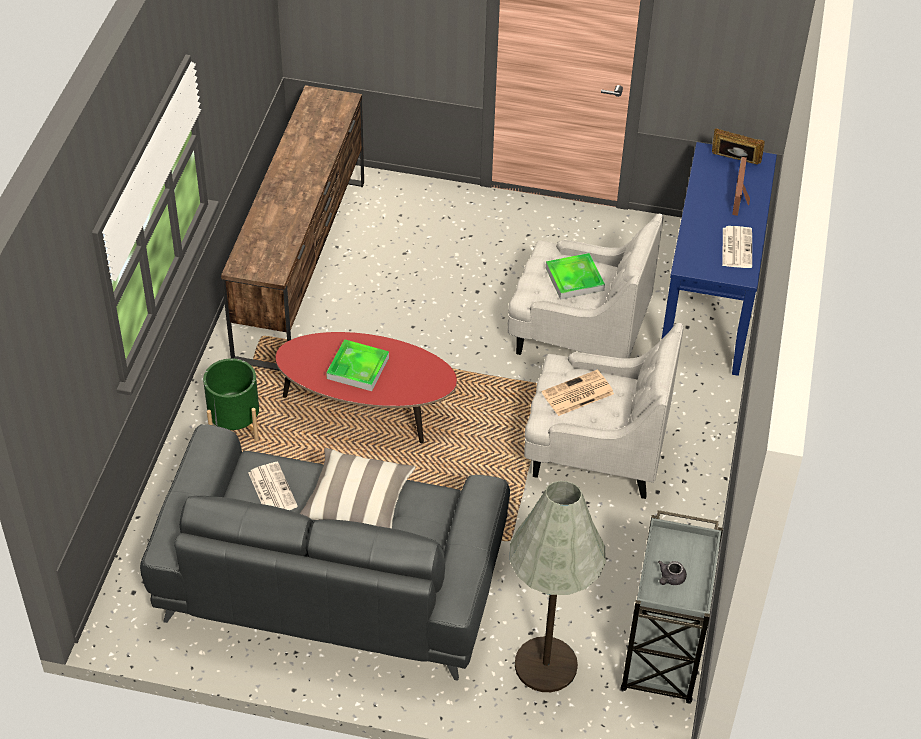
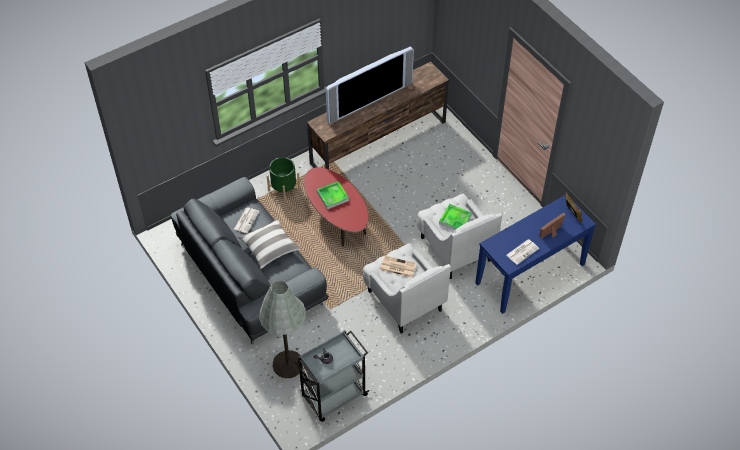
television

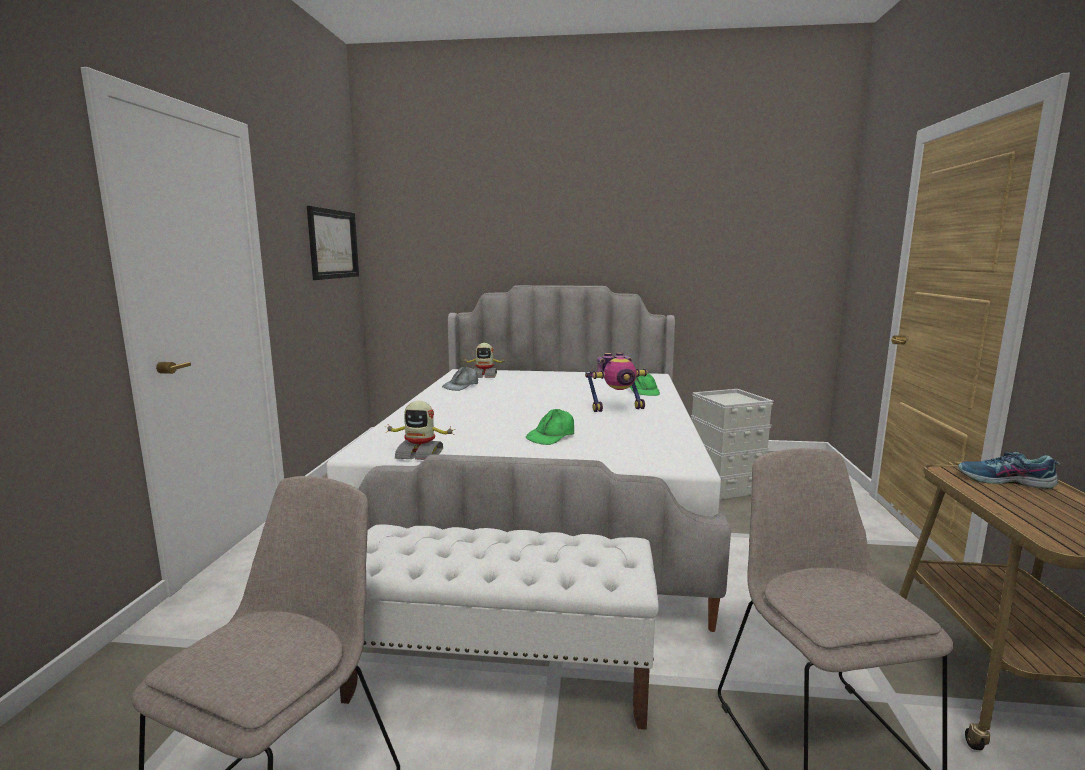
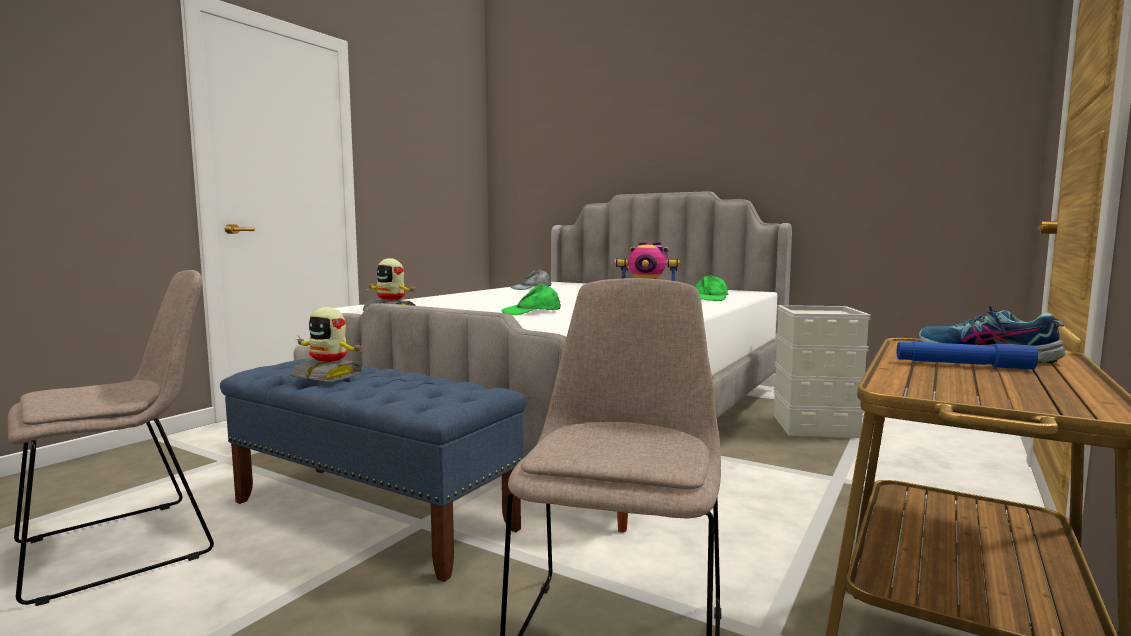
picture
toy robot (1st from left)
blue bench
blue flashlight

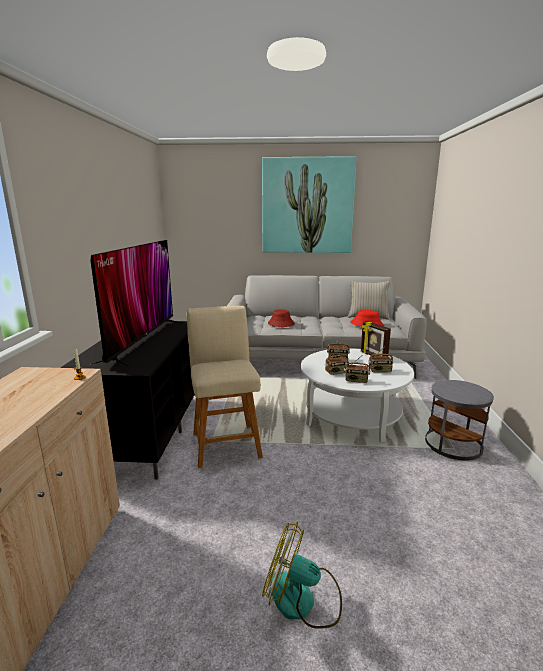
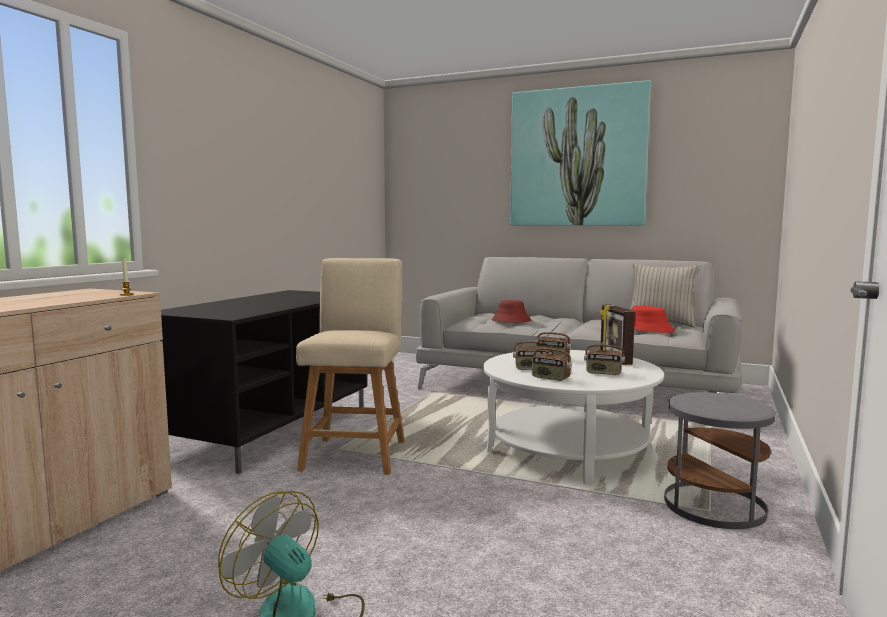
television

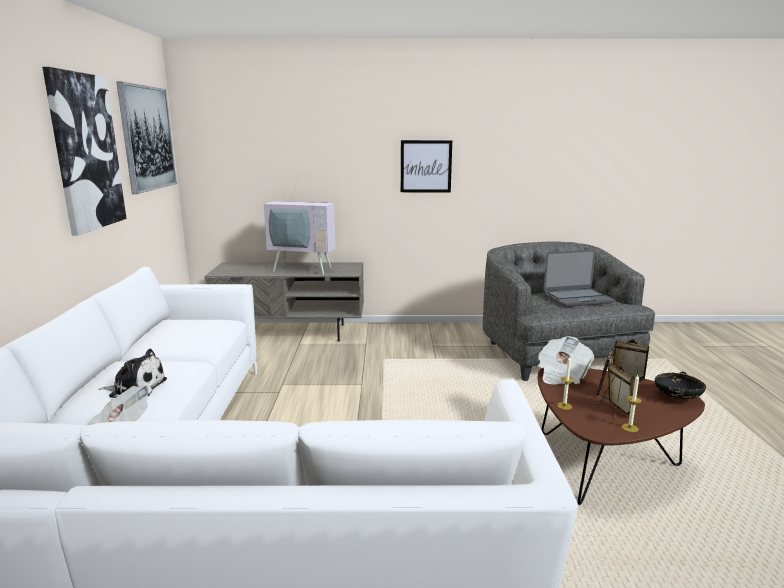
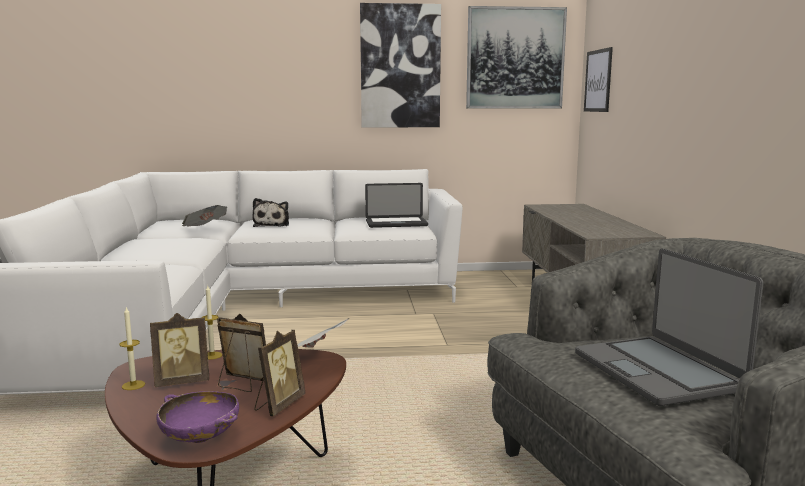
picture (3rd from left)
television
purple bowl
laptop (1st from left)

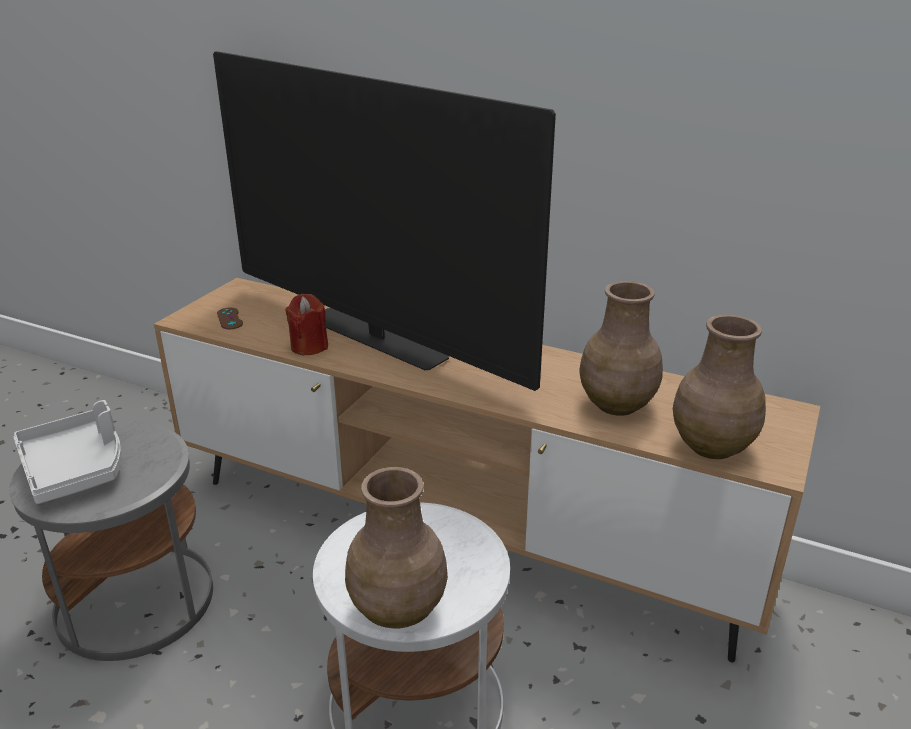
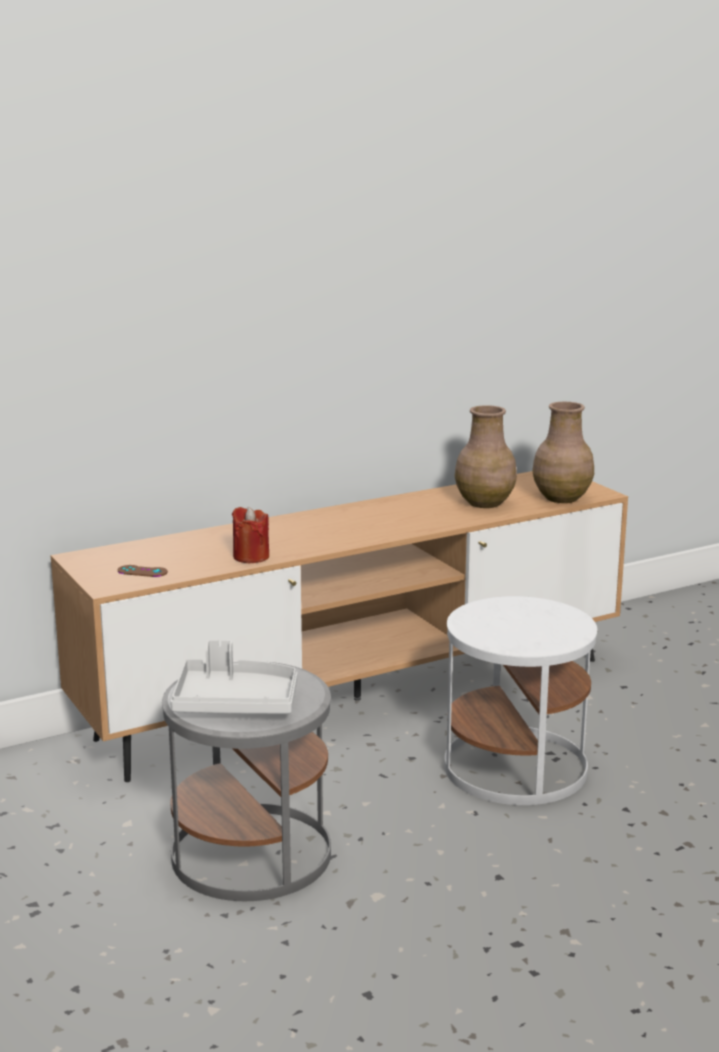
television
brown vase (1st from left in the first image)

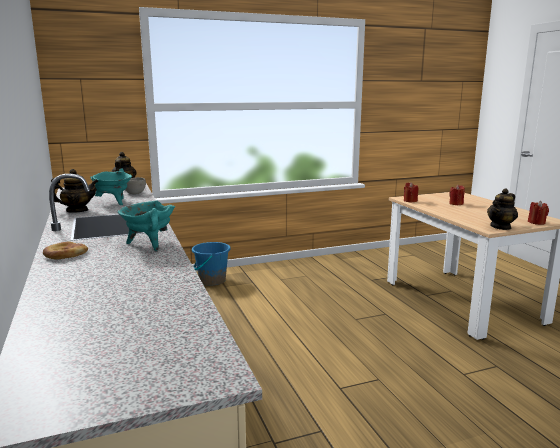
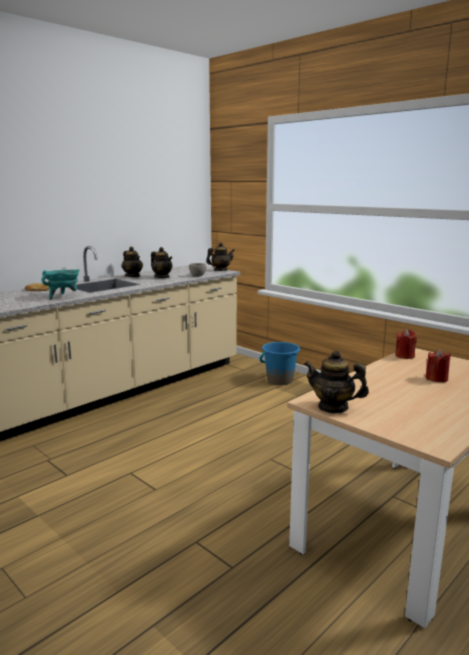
teapot (2nd from left)
red candle (3rd from left in the first image)

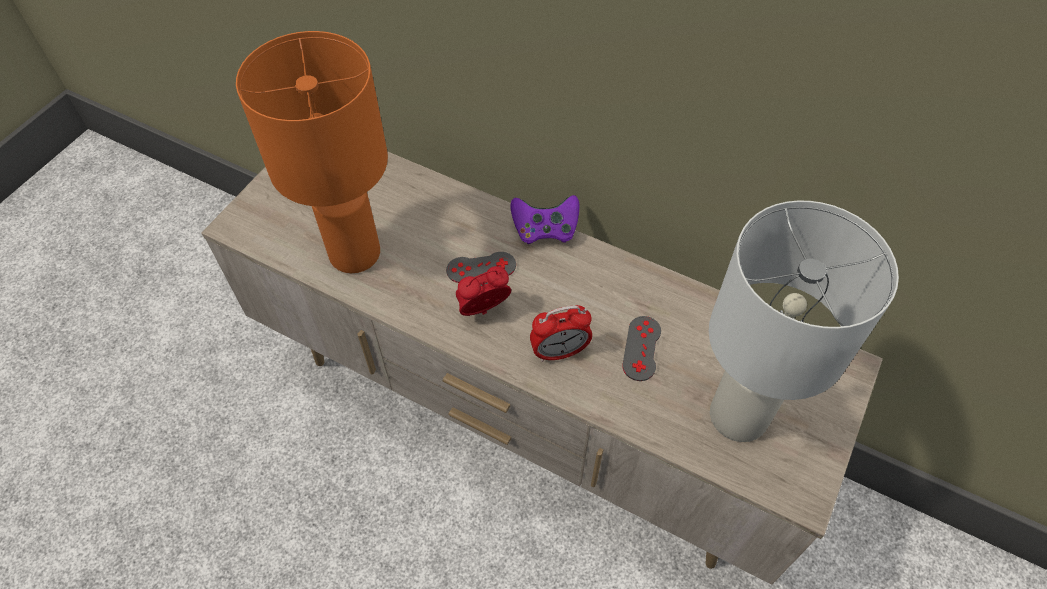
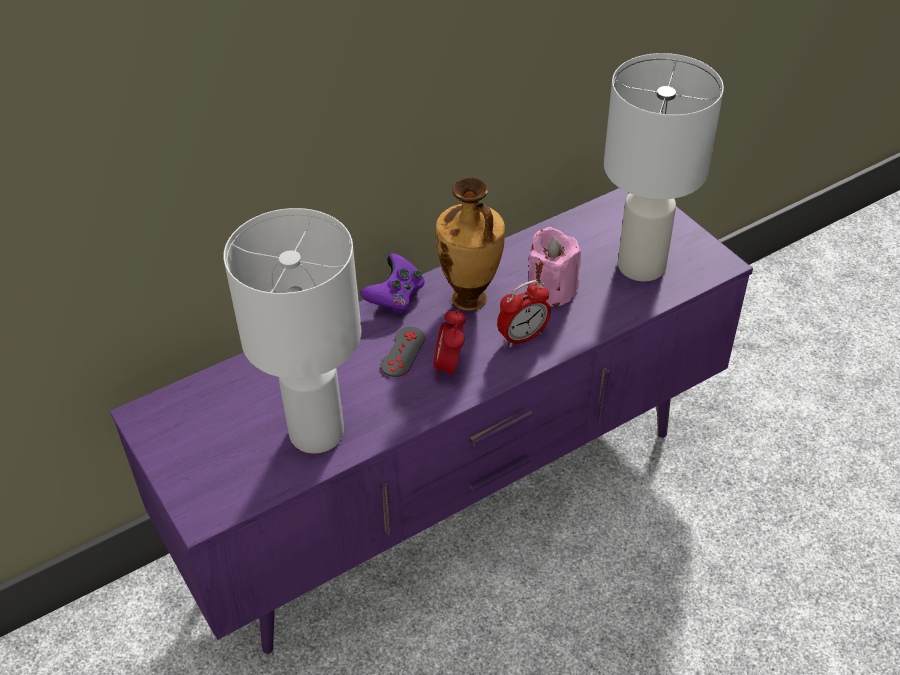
white table lamp (1st from left)
purple tv stand
alarm clock (2nd from left)
pink candle
vase

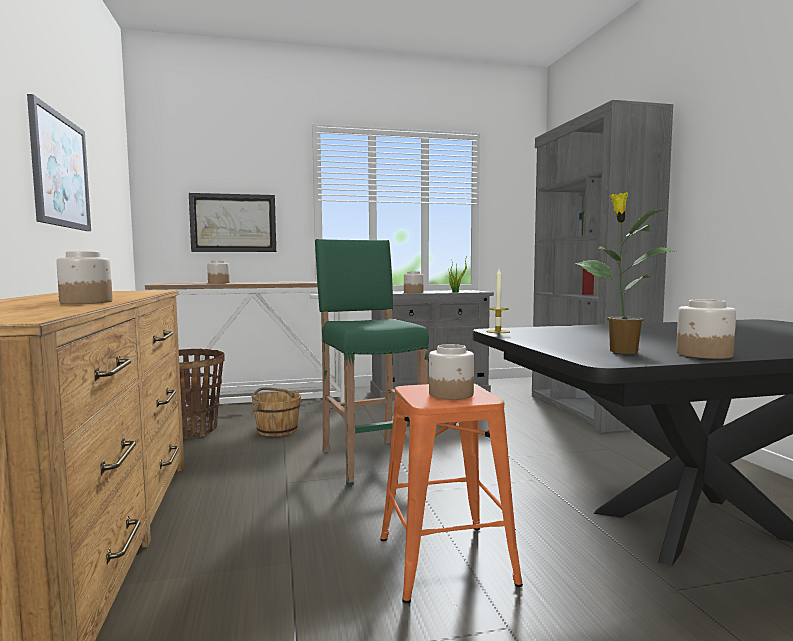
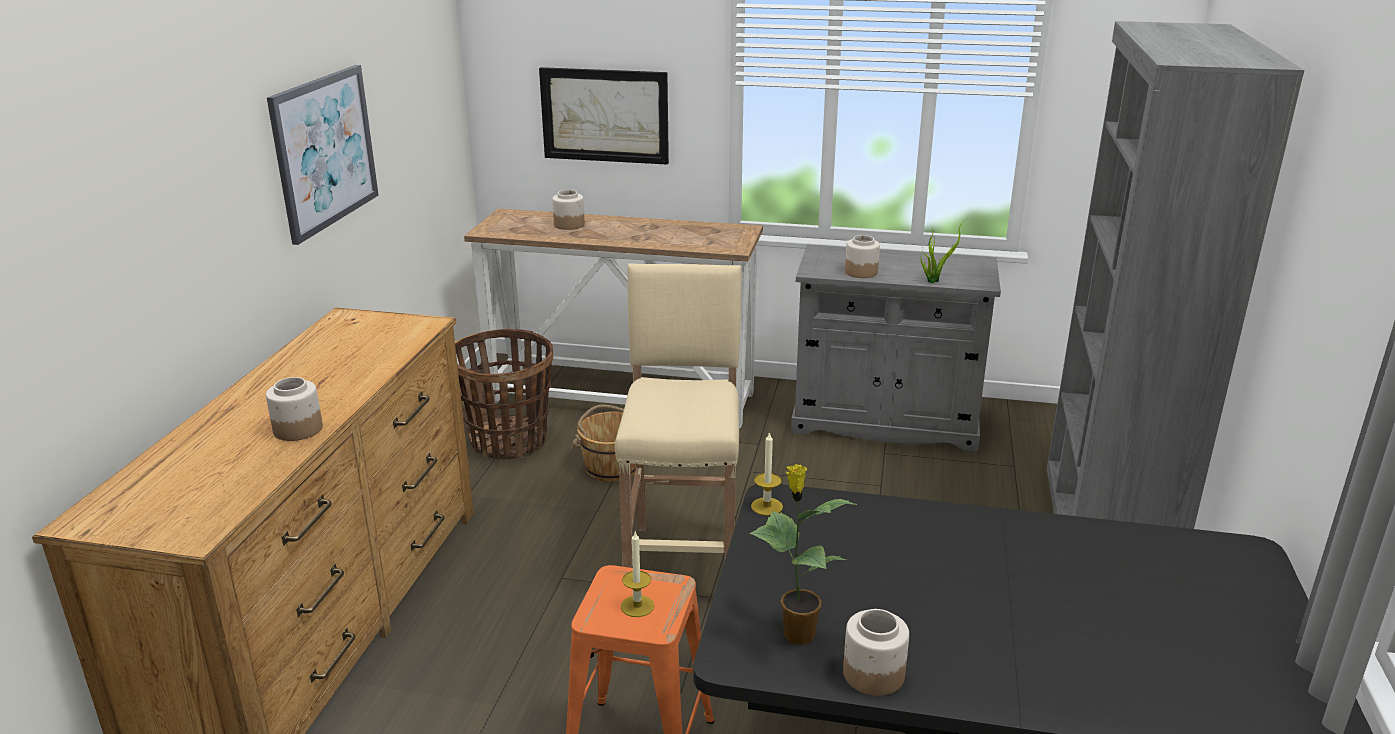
beige stool
candle (1st from left)

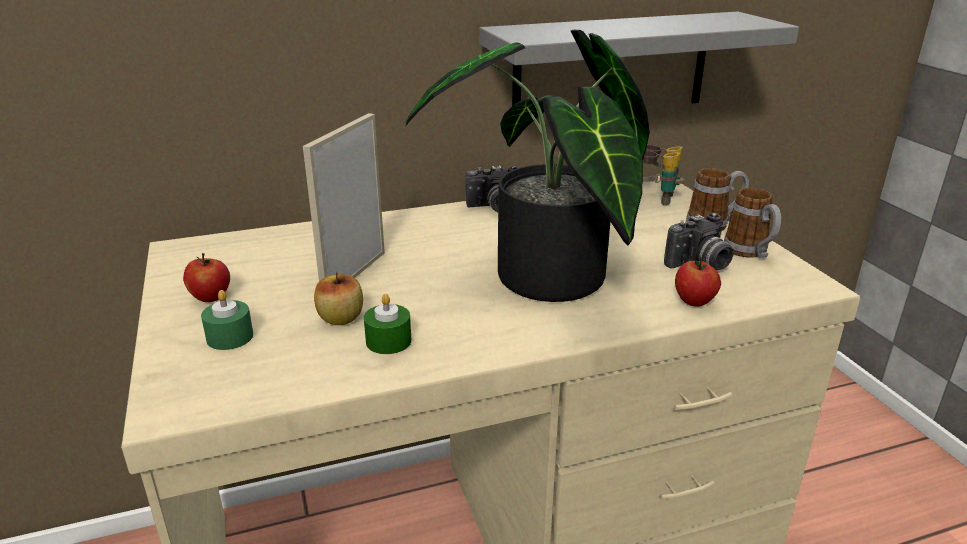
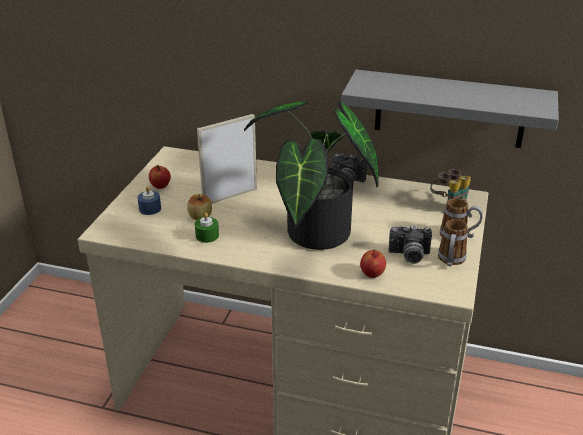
blue candle

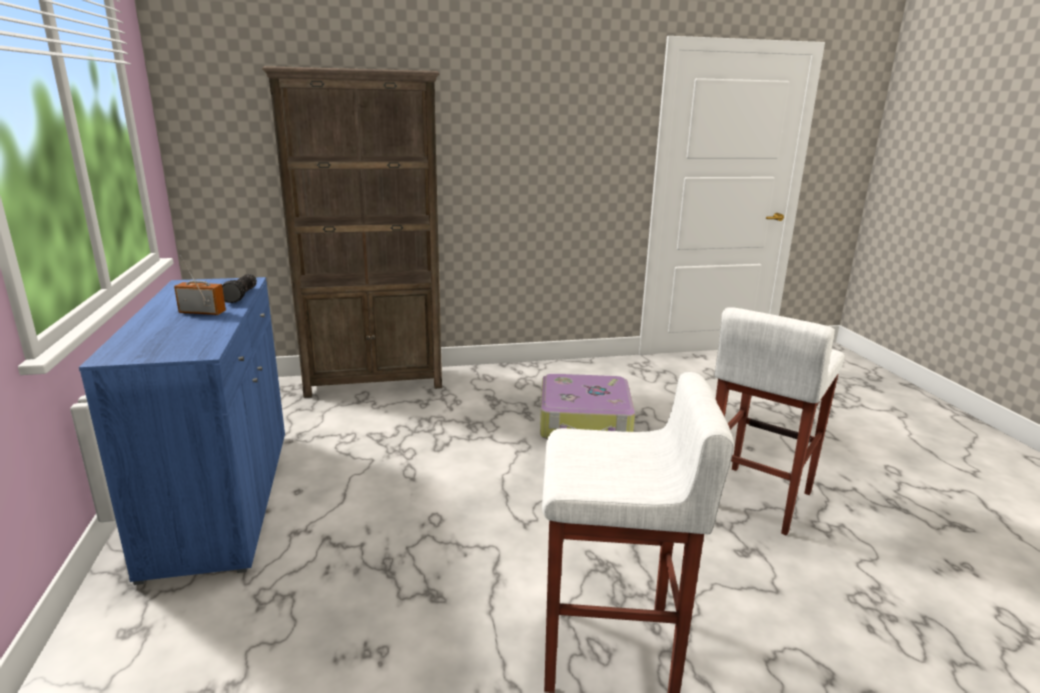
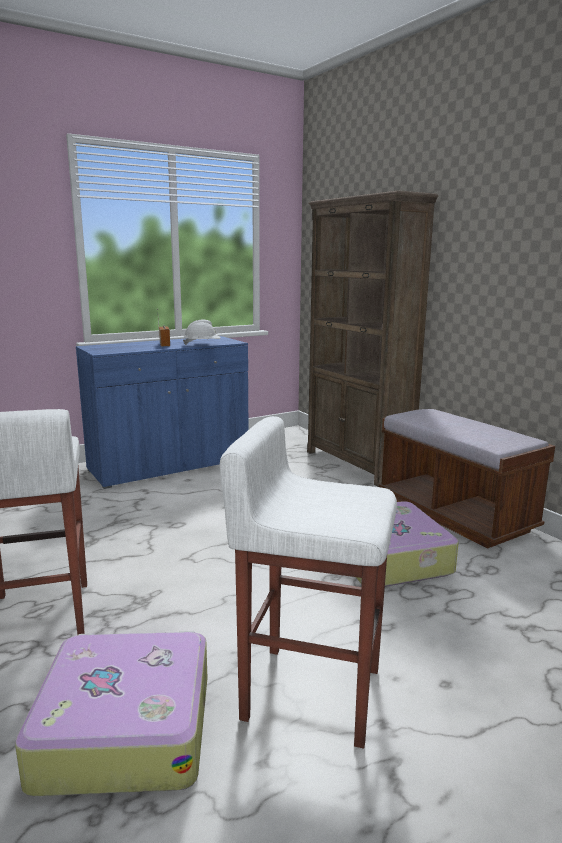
white hard hat
brown bench
suitcase (1st from left)

